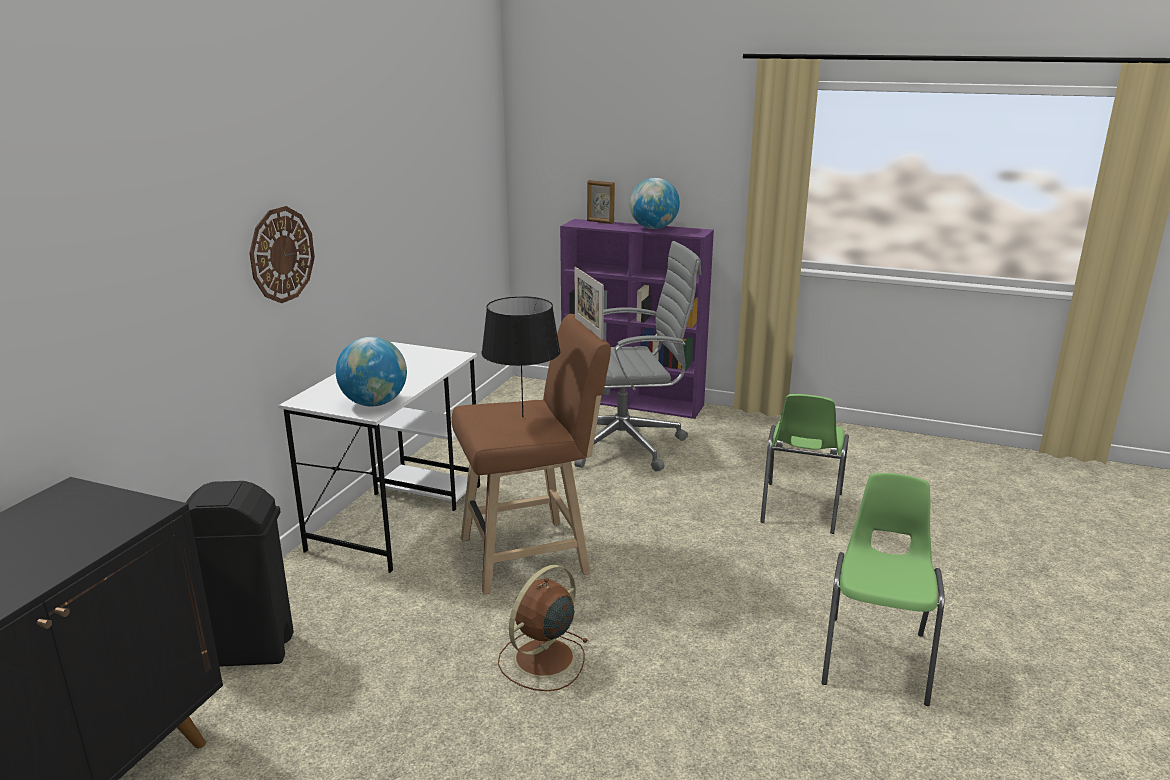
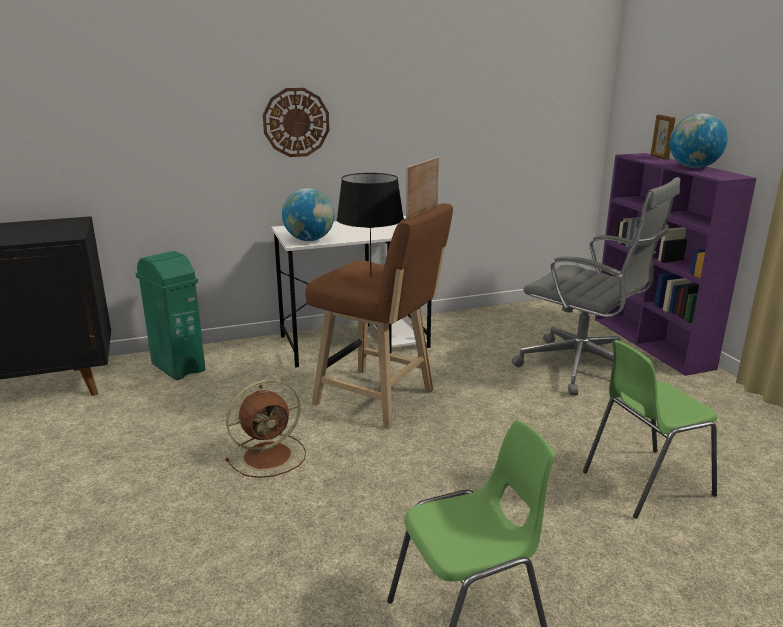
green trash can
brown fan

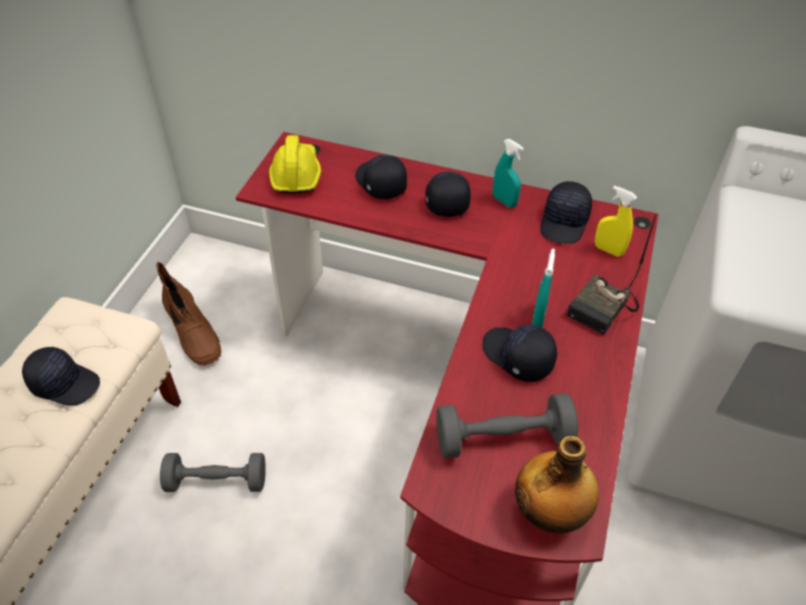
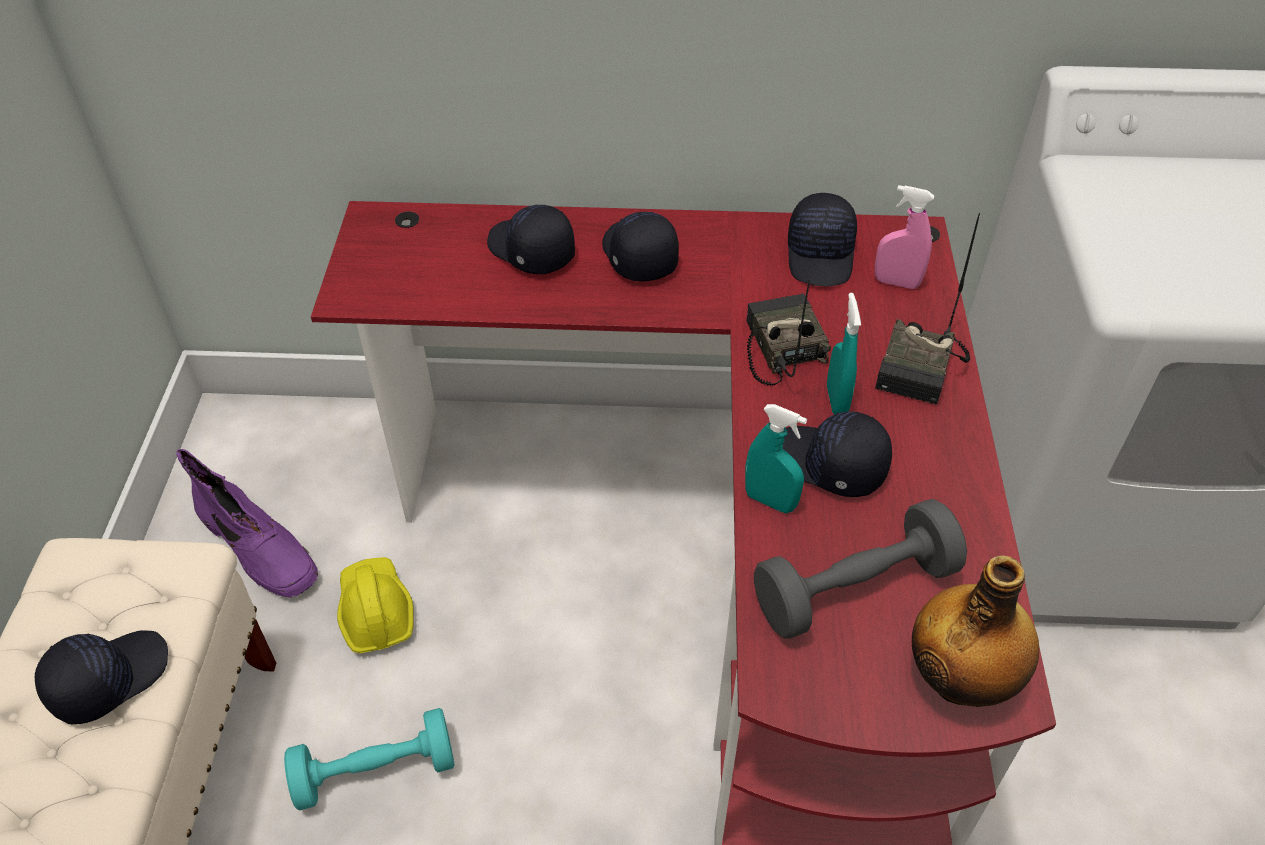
yellow hard hat
turquoise spray bottle (1st from left)
pink spray bottle
purple boot
black cap (1st from left)
turquoise dumbbell
radio (1st from left)

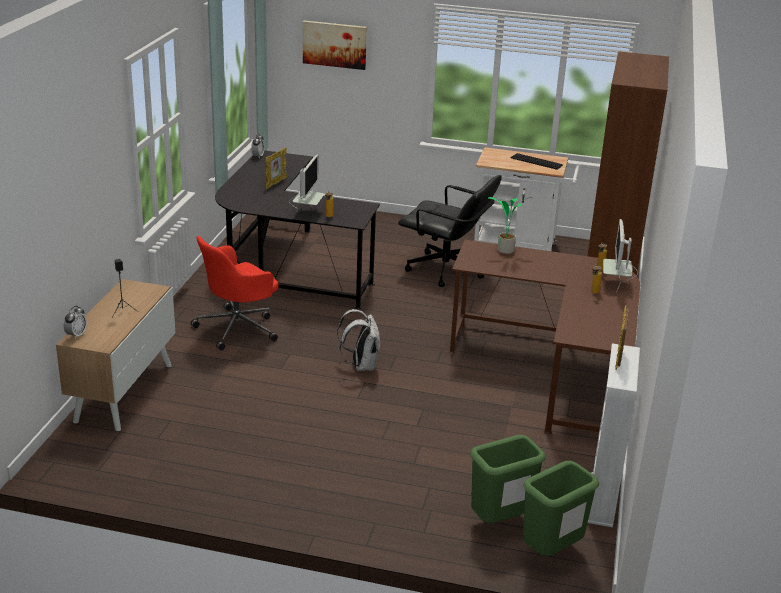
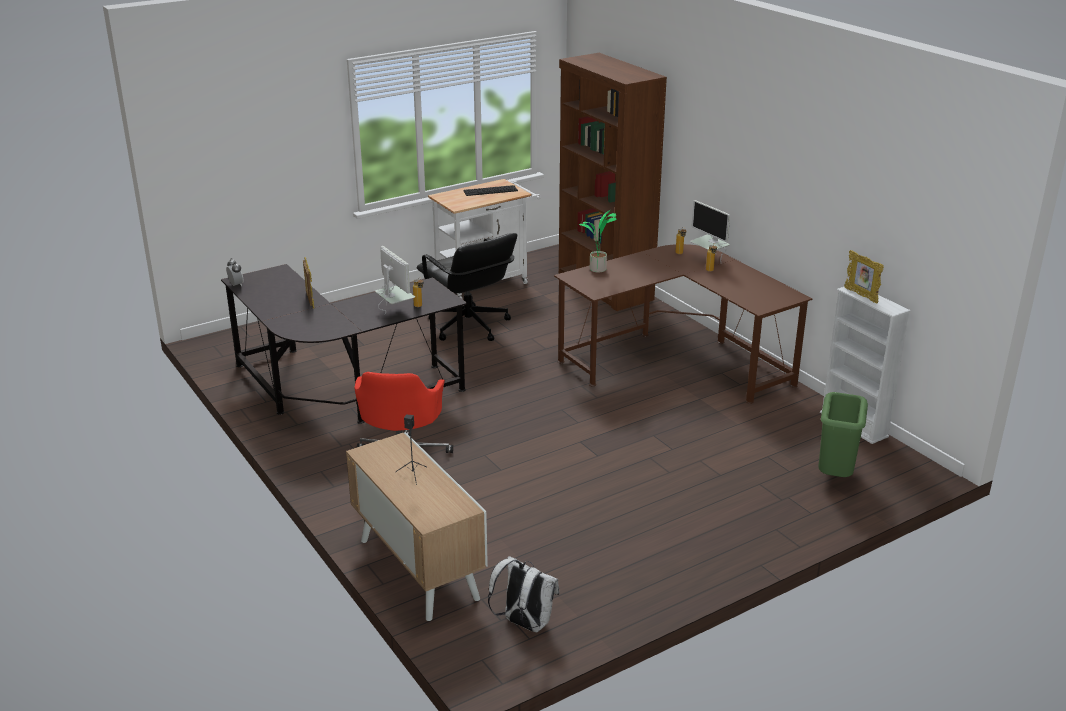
picture
black office chair
alarm clock (1st from left in the first image)
white backpack
green trash can (2nd from left in the first image)

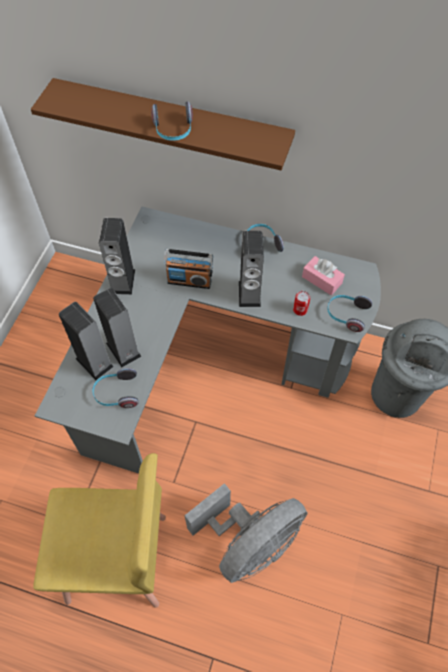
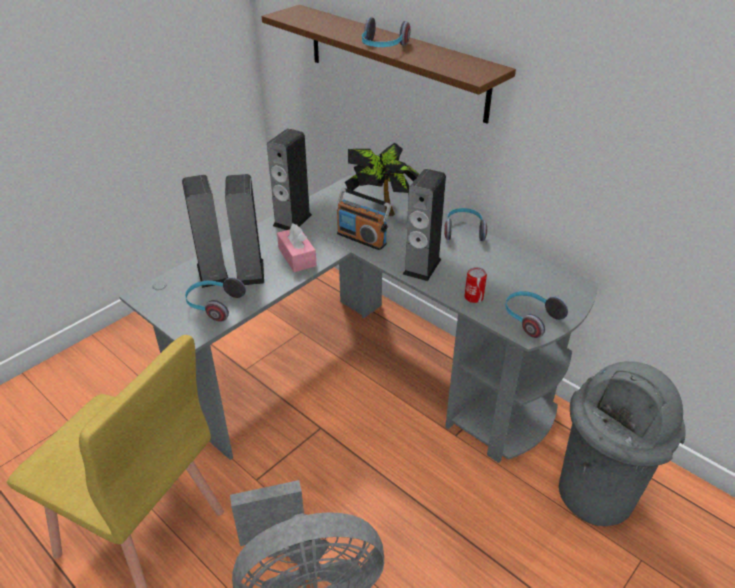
pink tissue box
potted plant

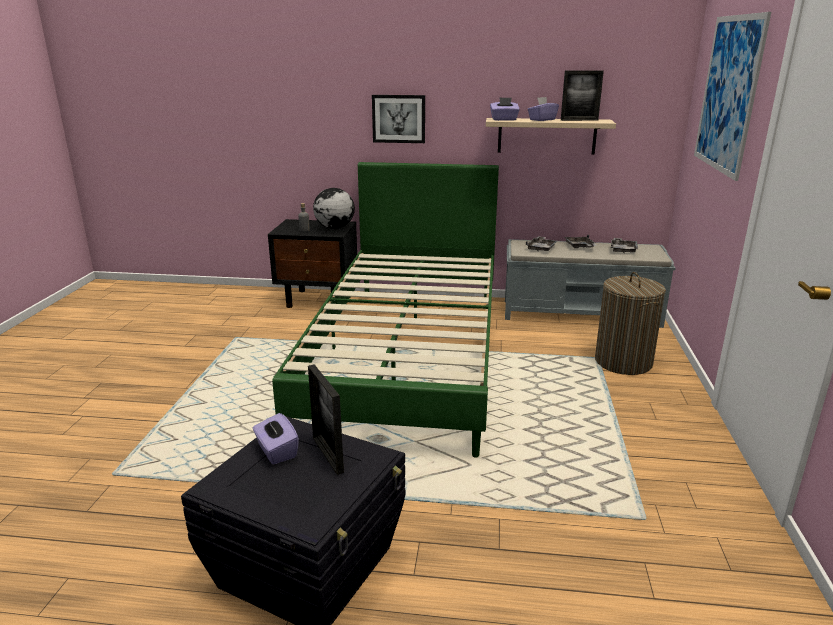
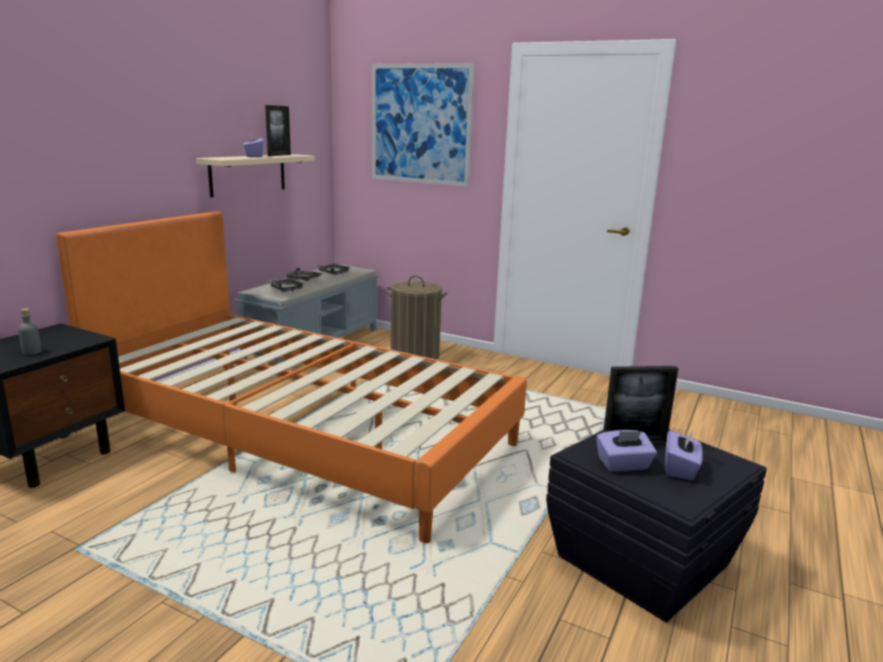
picture (1st from left in the first image)
purple tissue box (3rd from left)
orange bed
globe

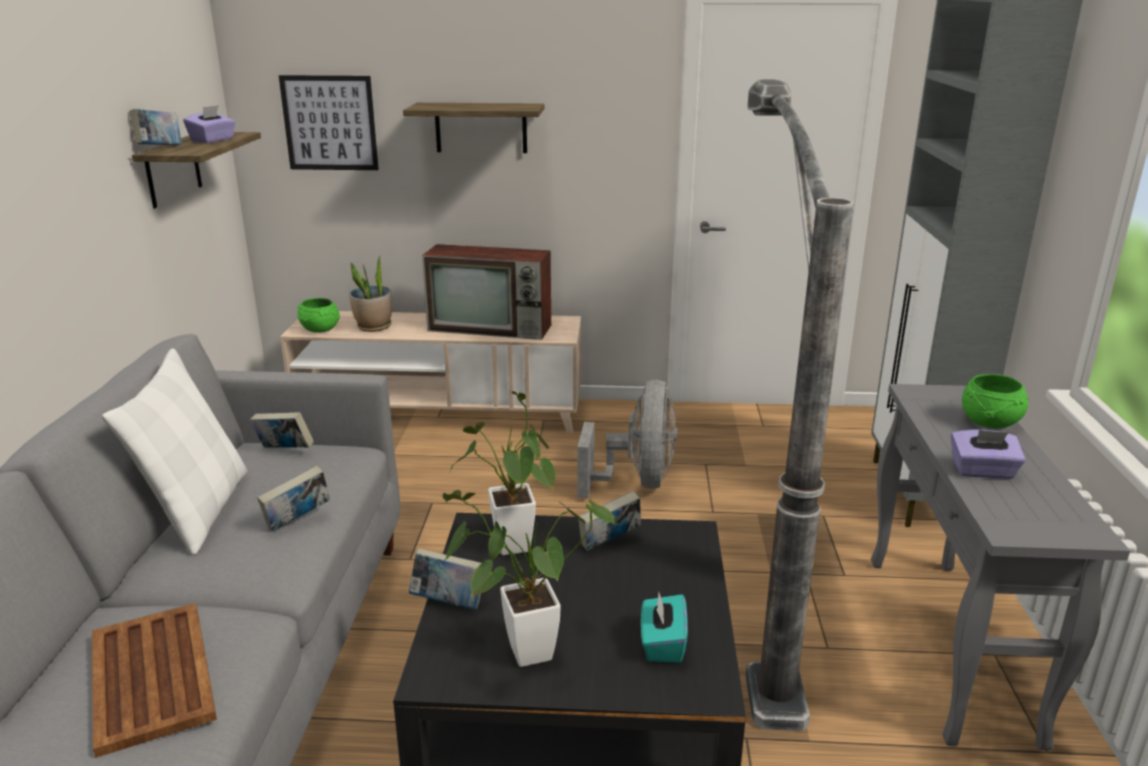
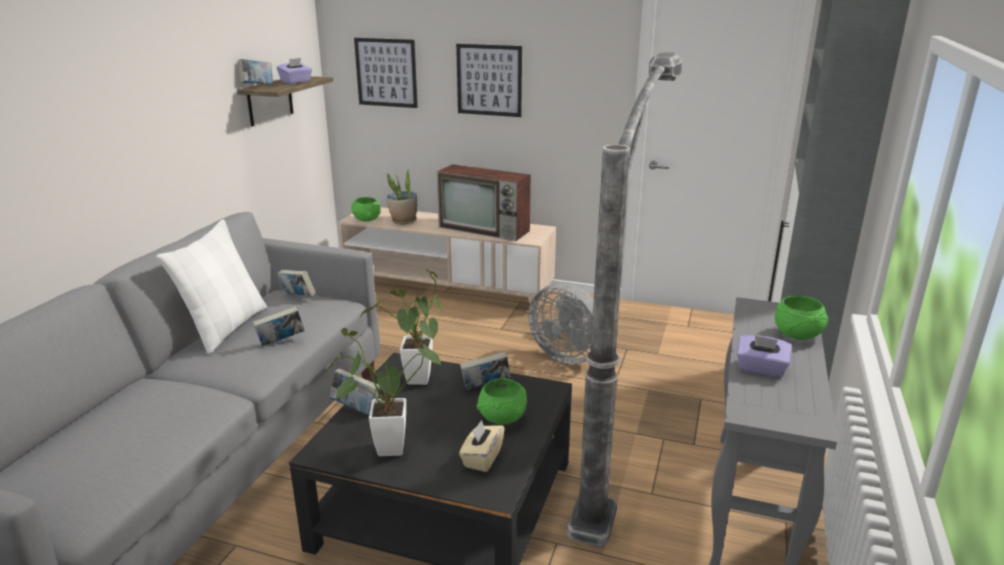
picture (2nd from left)
grey fan
beige tissue box
brown tray
green bowl (2nd from left)

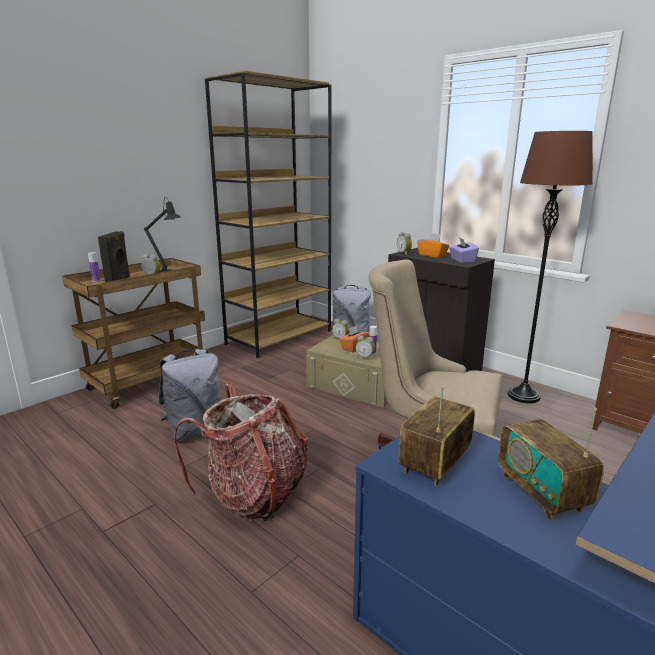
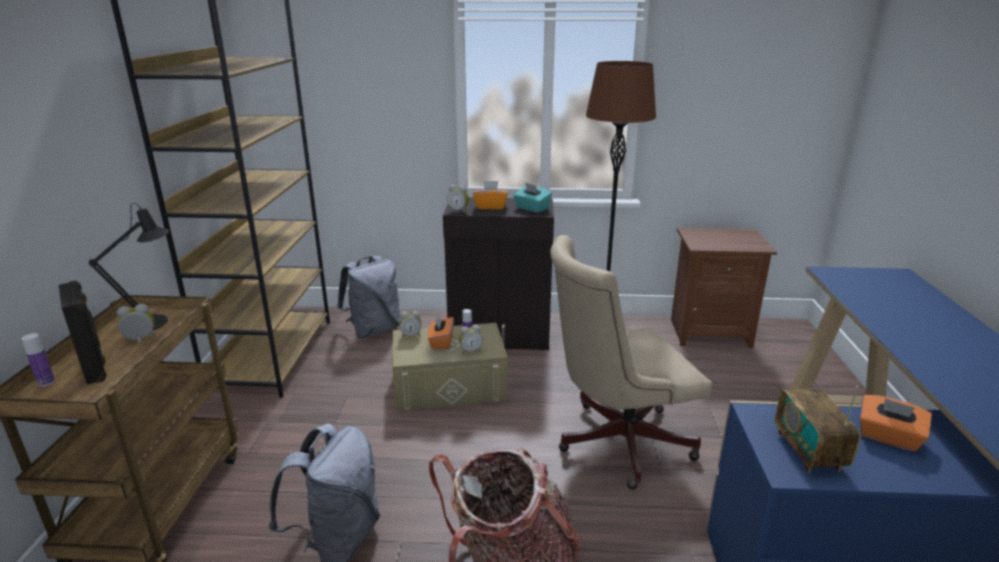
turquoise tissue box
orange tissue box (3rd from left)

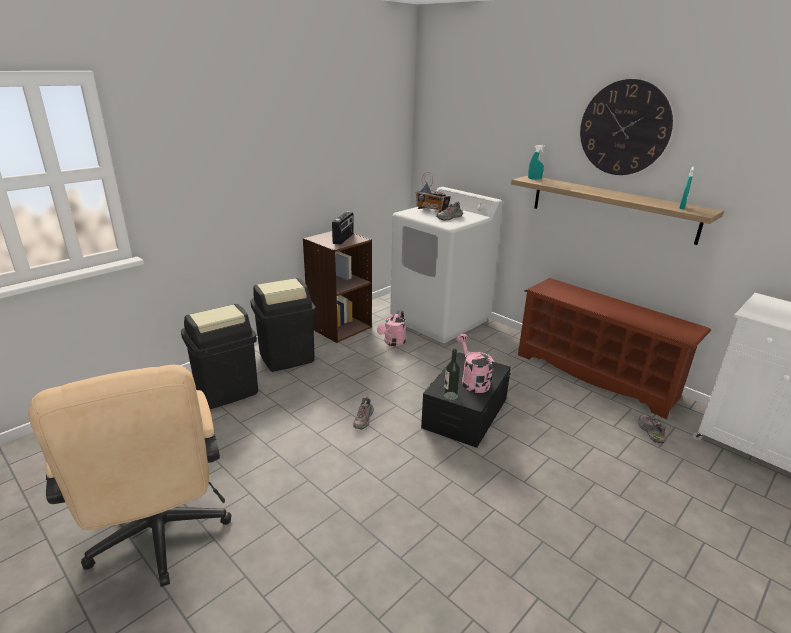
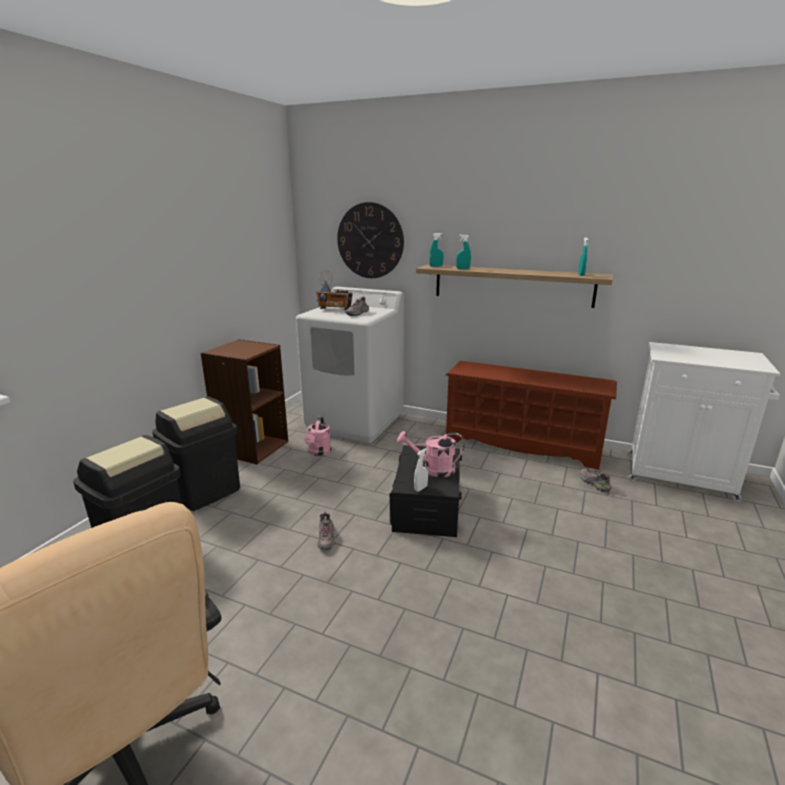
wall clock
radio (1st from left in the first image)
pink watering can (2nd from left)
white spray bottle
turquoise spray bottle (2nd from left)

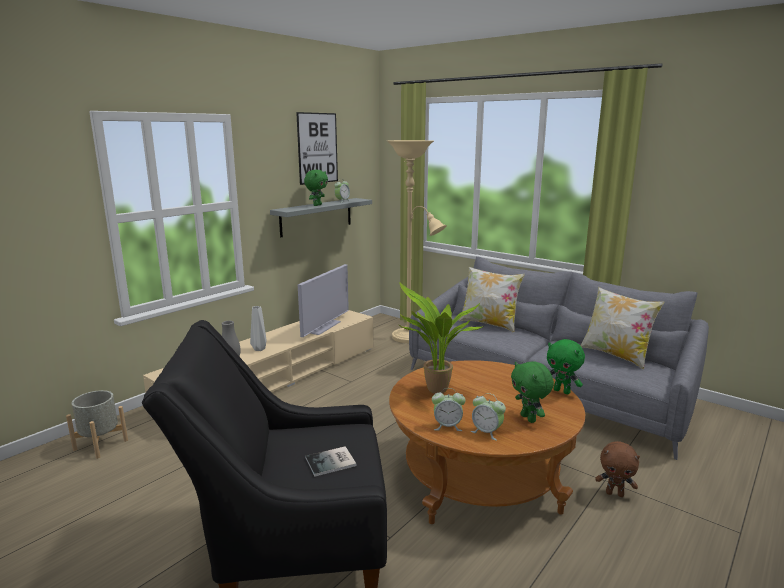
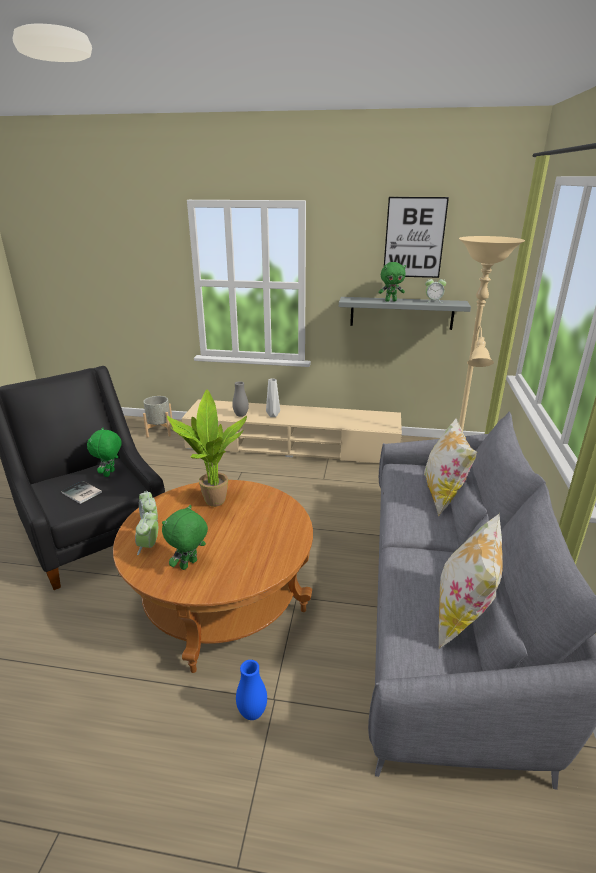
television
green plush toy (1st from left)
blue vase

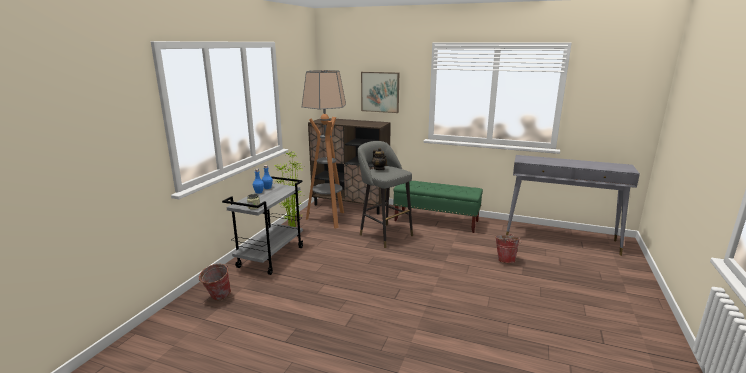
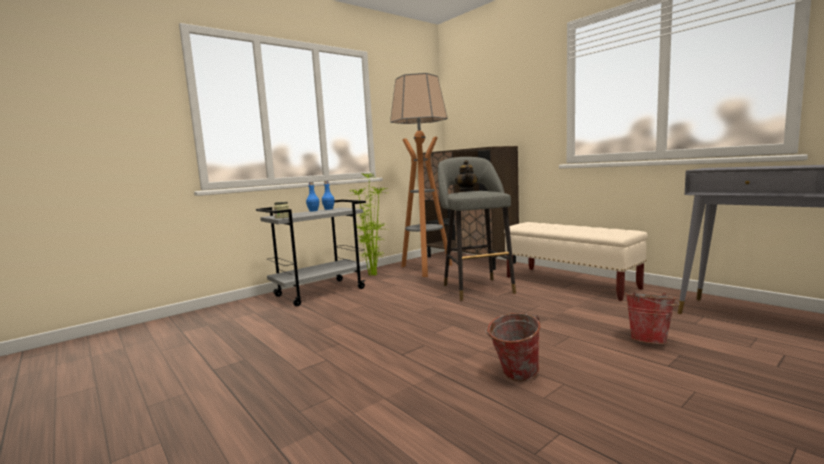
picture
beige bench
bucket (1st from left)

